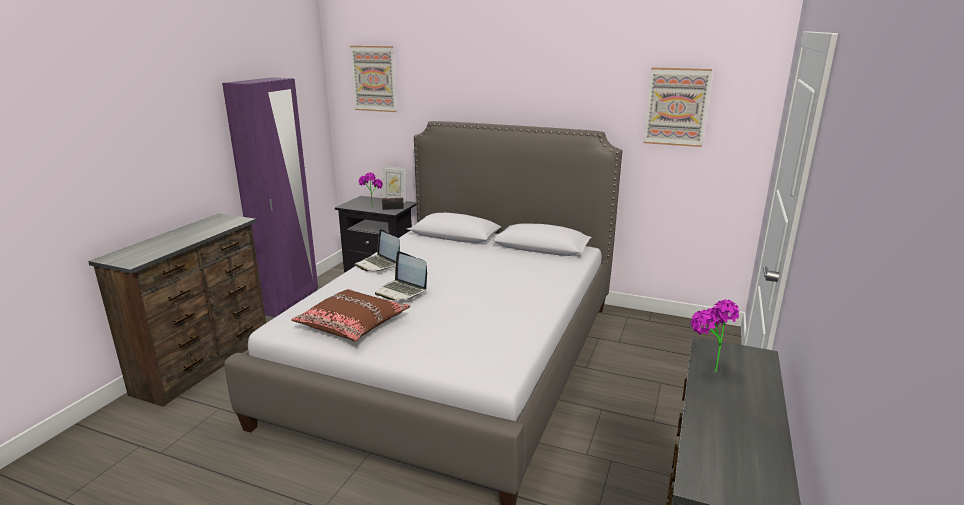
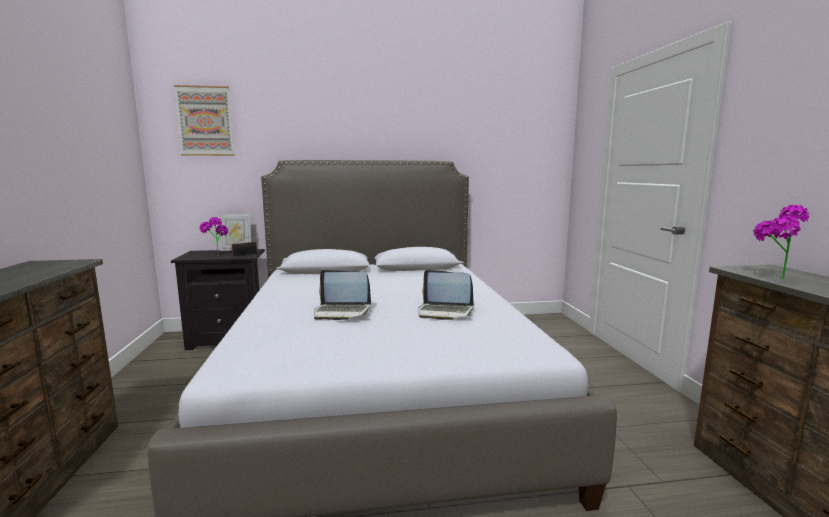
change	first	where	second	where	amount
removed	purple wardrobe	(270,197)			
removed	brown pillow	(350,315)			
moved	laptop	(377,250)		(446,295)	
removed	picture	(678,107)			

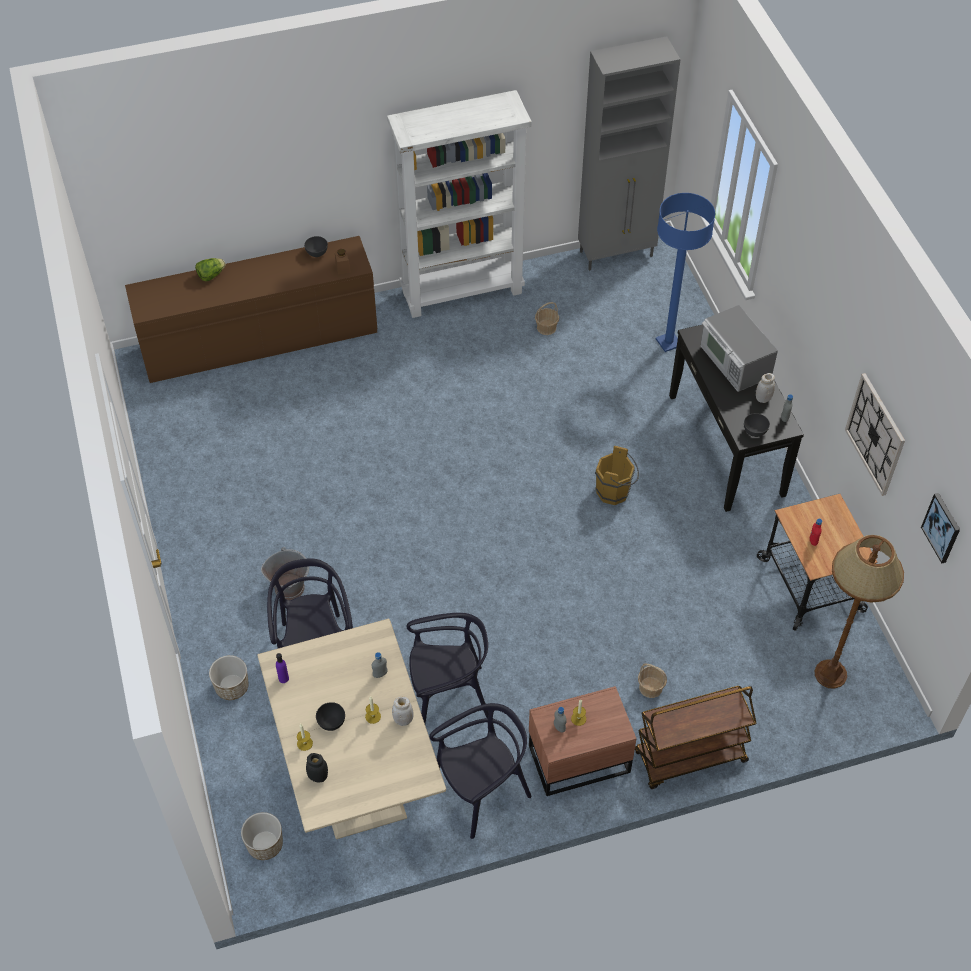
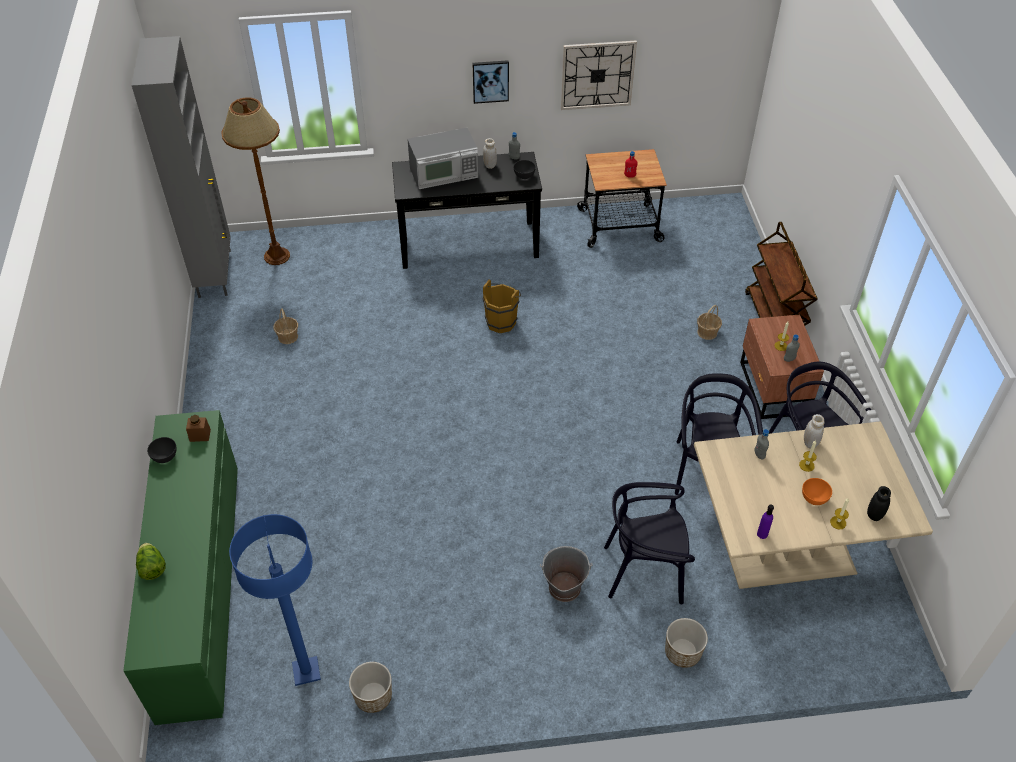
change	first	where	second	where	amount
recoloured	brown dresser	(251,309)	green dresser	(180,567)	
moved	planter	(262,836)		(370,687)	
recoloured	black bowl	(330,716)	orange bowl	(817,491)	
removed	white bookcase	(459,204)			
moved	blue floor lamp	(685,272)		(275,600)	
moved	brown floor lamp	(859,612)		(255,181)	
moved	picture	(940,528)		(490,82)	

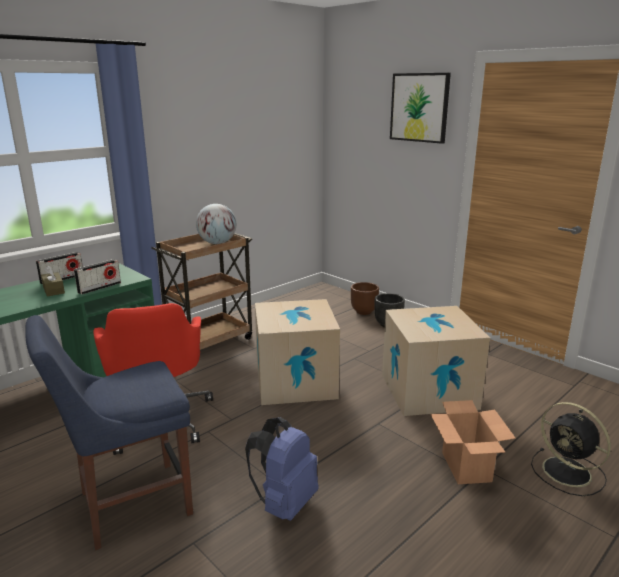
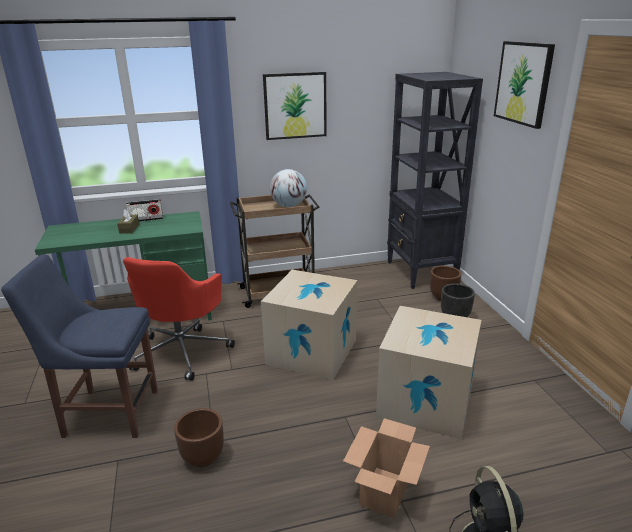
change	first	where	second	where	amount
removed	radio	(97,276)			
replaced	blue backpack	(281,469)	brown planter	(199,437)	
added			picture	(295,106)	
added			black bookcase	(435,180)	

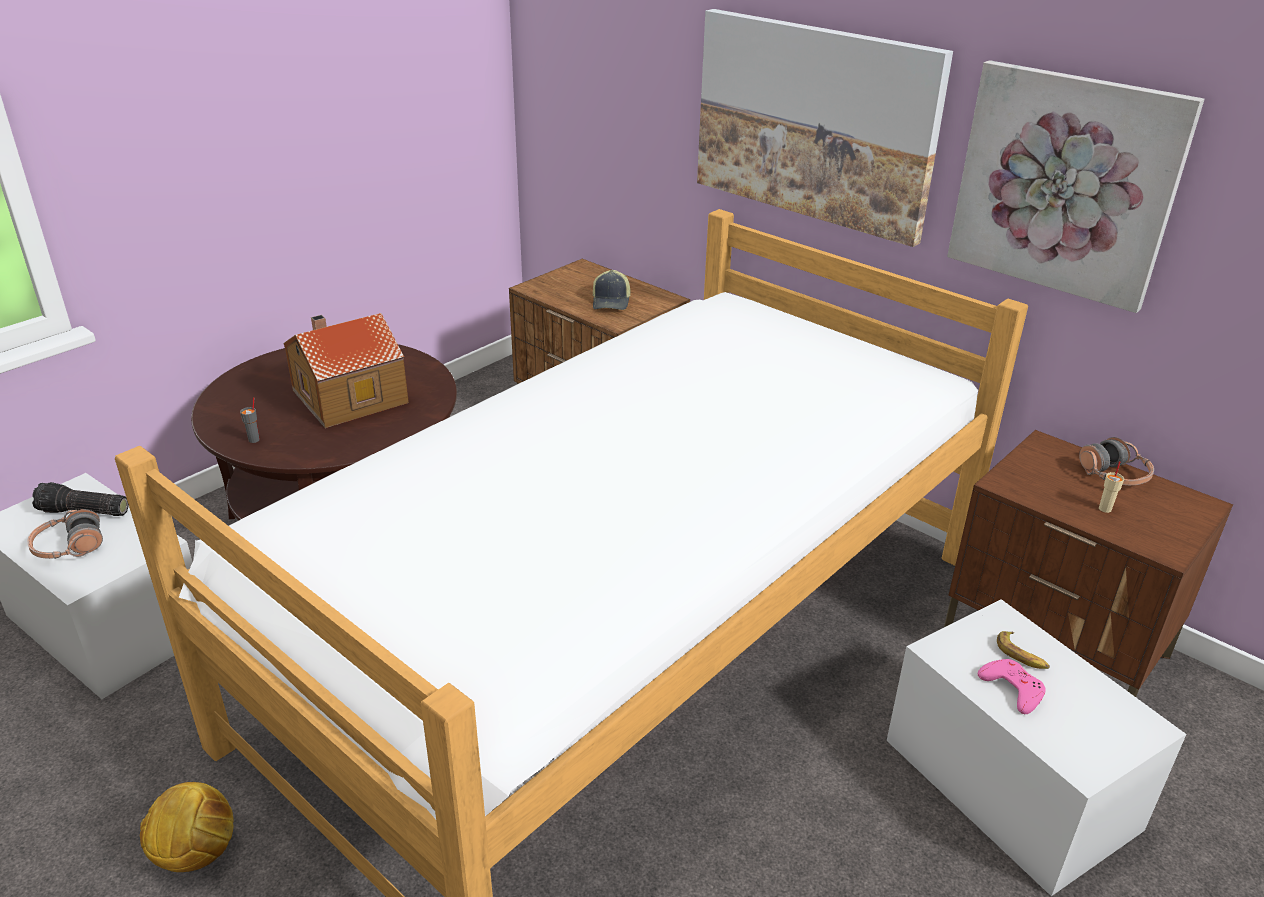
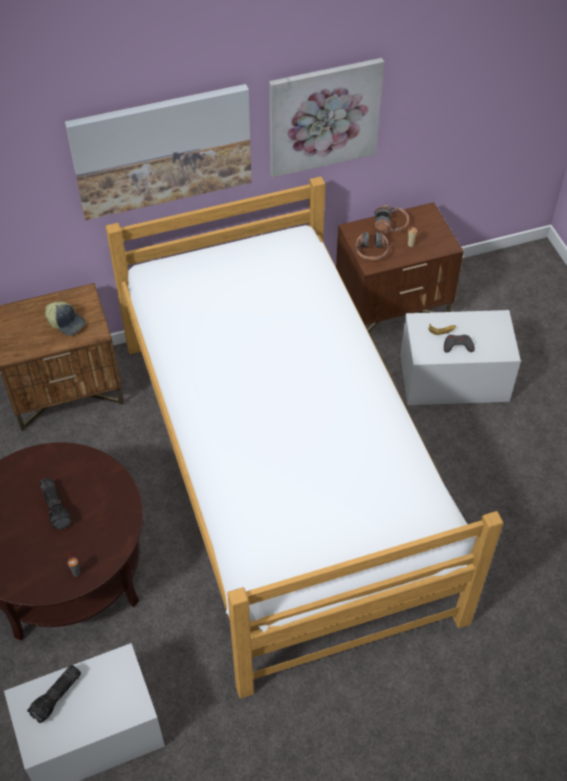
change	first	where	second	where	amount
moved	headphones	(65,534)		(372,246)	
removed	football	(187,827)			
replaced	toy house	(346,370)	flashlight	(55,504)	
recoloured	pink game controller	(1012,686)	grey game controller	(459,344)	

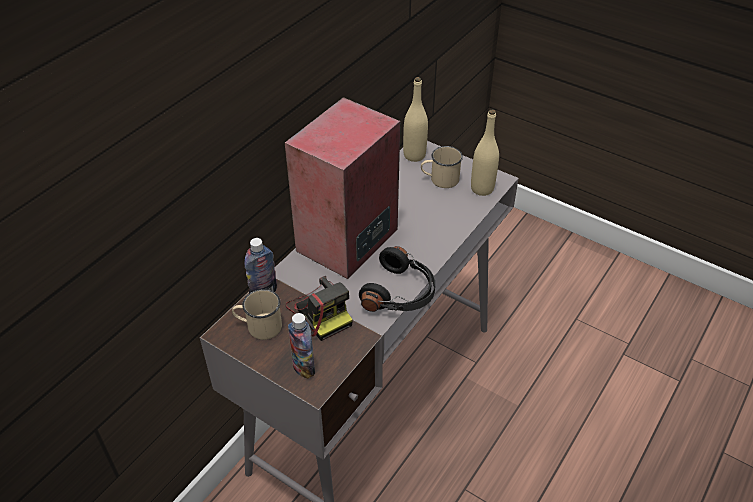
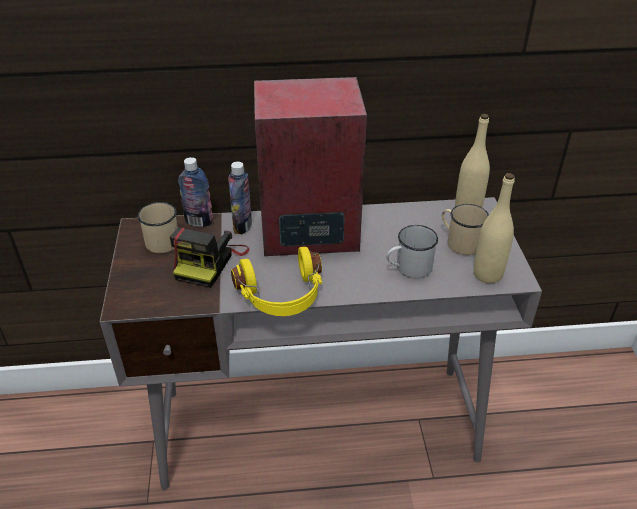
change	first	where	second	where	amount
moved	bottle	(301,346)		(240,198)	
recoloured	black headphones	(397,279)	yellow headphones	(276,281)	
added			white mug	(412,251)	

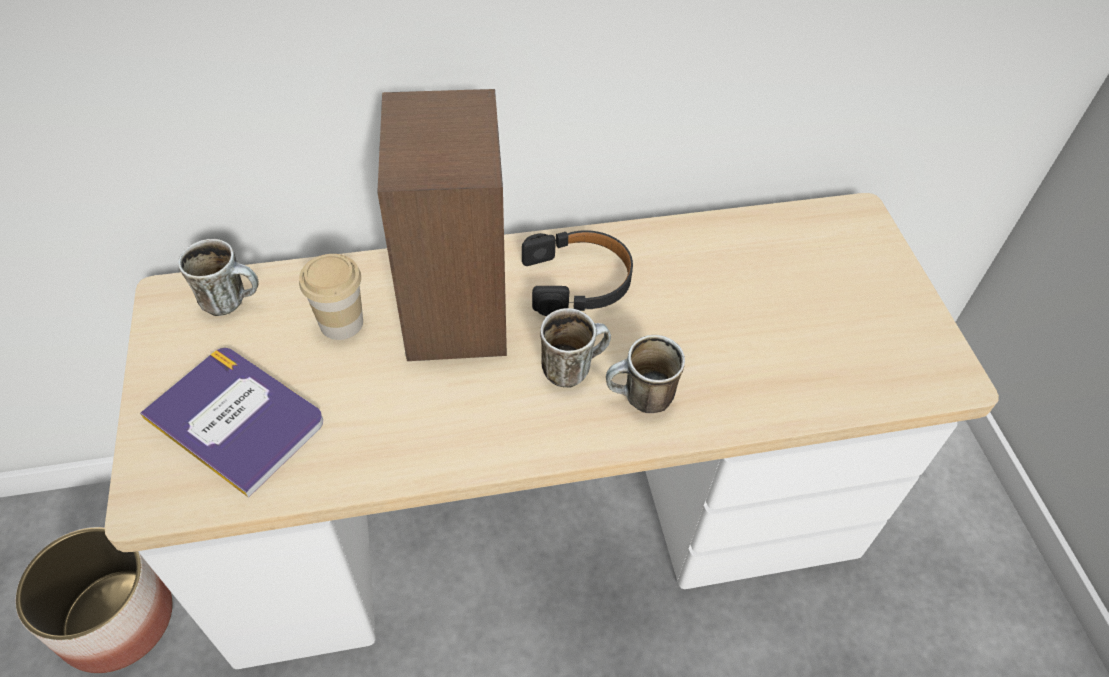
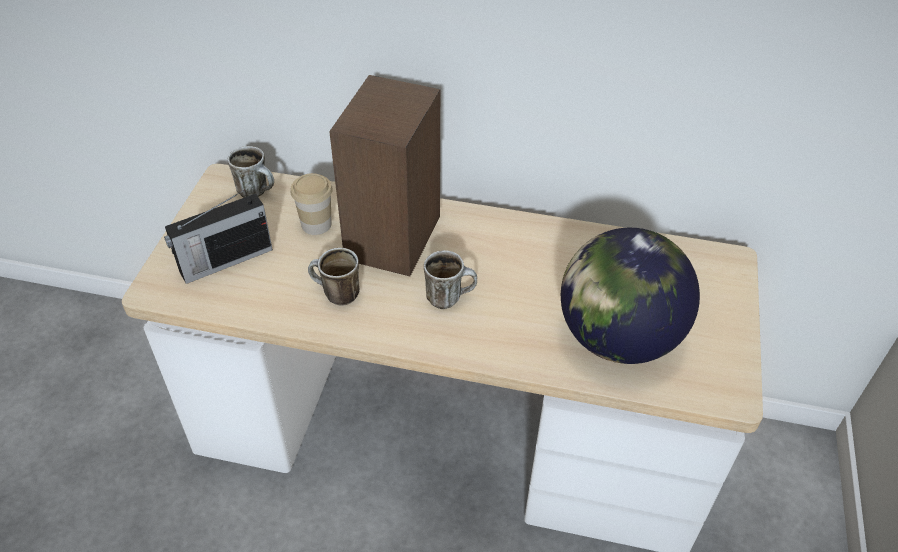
change	first	where	second	where	amount
removed	planter	(93,600)			
replaced	book	(231,423)	radio	(218,237)	
removed	black headphones	(577,273)			
moved	mug	(645,374)		(334,277)	
added			globe	(630,296)	

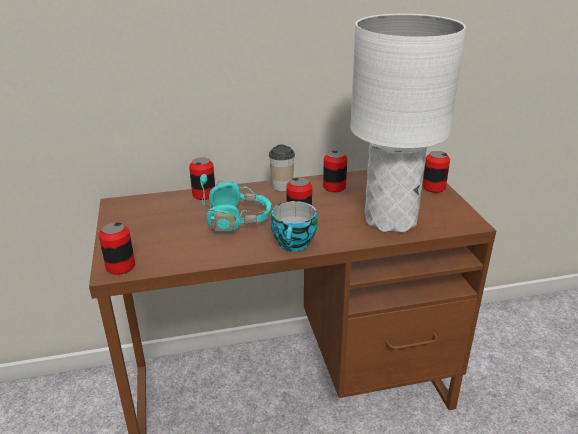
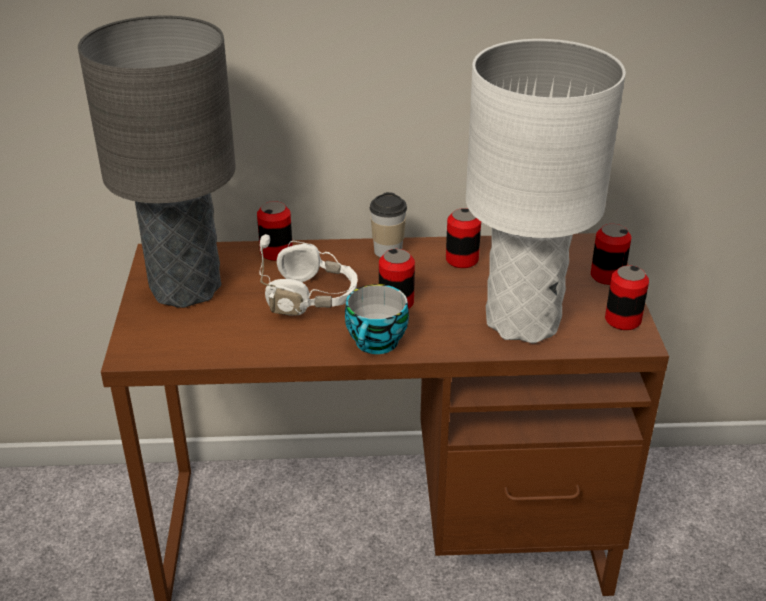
change	first	where	second	where	amount
moved	can	(117,248)		(627,297)	
recoloured	turquoise headphones	(235,203)	white headphones	(308,275)	
added			grey table lamp	(157,161)	

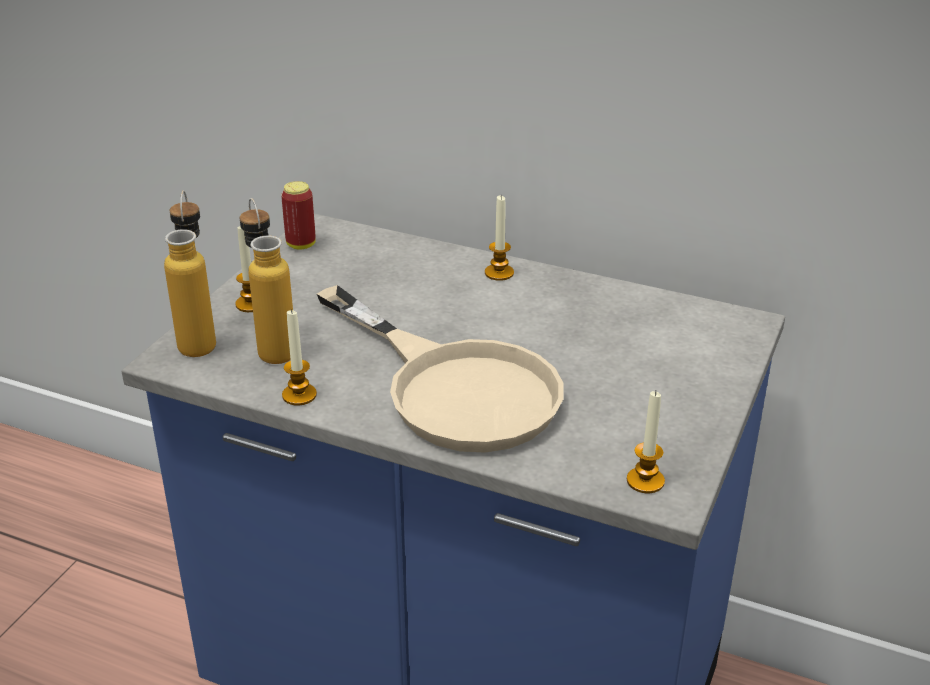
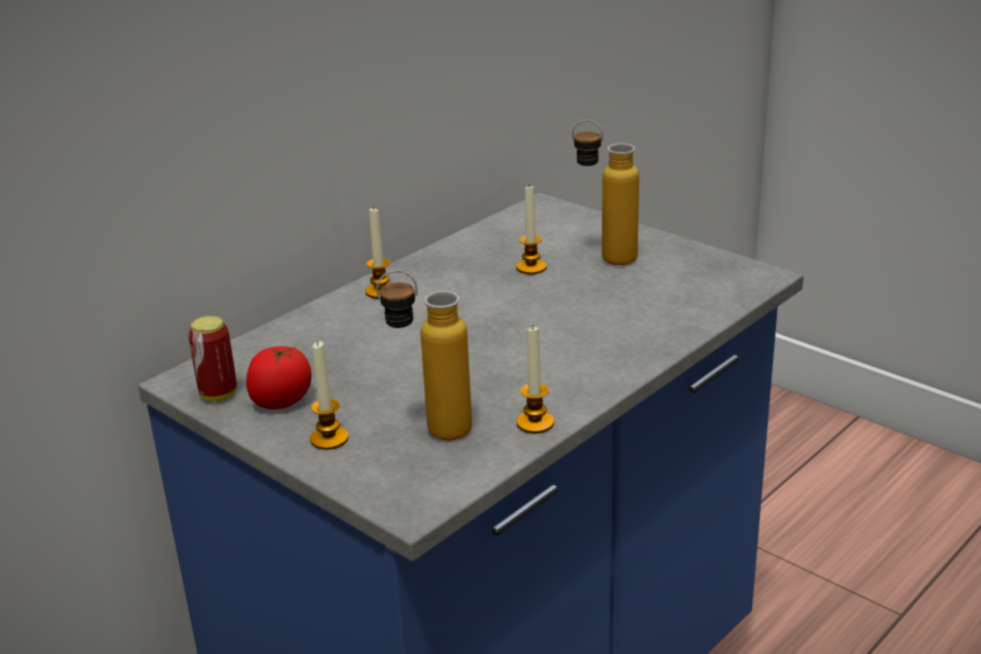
change	first	where	second	where	amount
moved	bottle	(190,274)		(605,192)	
removed	beige frying pan	(440,369)			
moved	candle	(646,442)		(531,229)	
added			tomato	(279,377)	

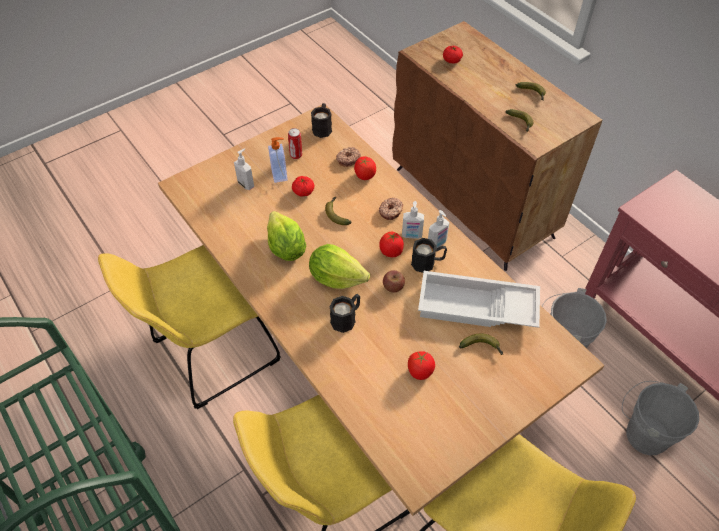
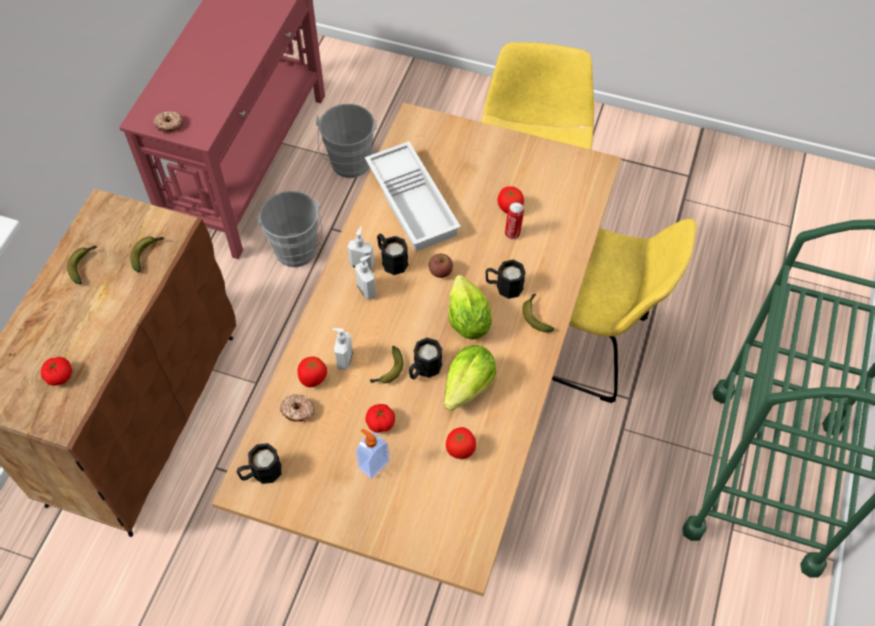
change	first	where	second	where	amount
removed	yellow chair	(189,327)			
moved	soap dispenser	(244,169)		(342,349)	
moved	can	(295,143)		(514,220)	
moved	donut	(391,208)		(168,122)	
moved	tomato	(391,244)		(461,443)	
moved	banana	(481,344)		(538,313)	
added			black mug	(425,359)	

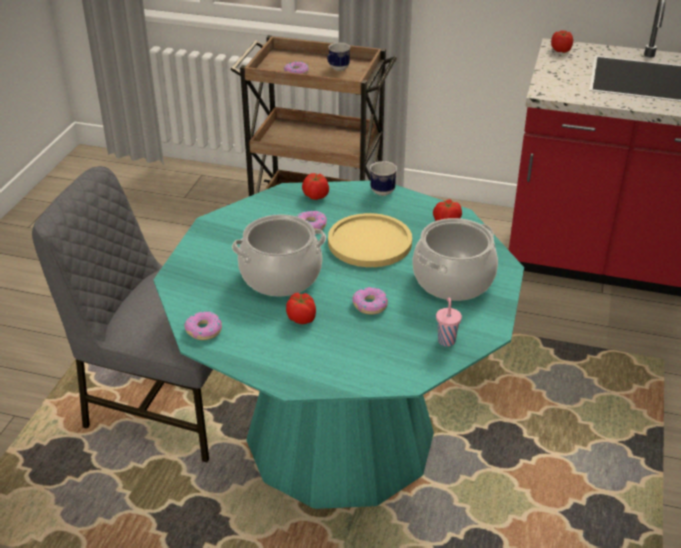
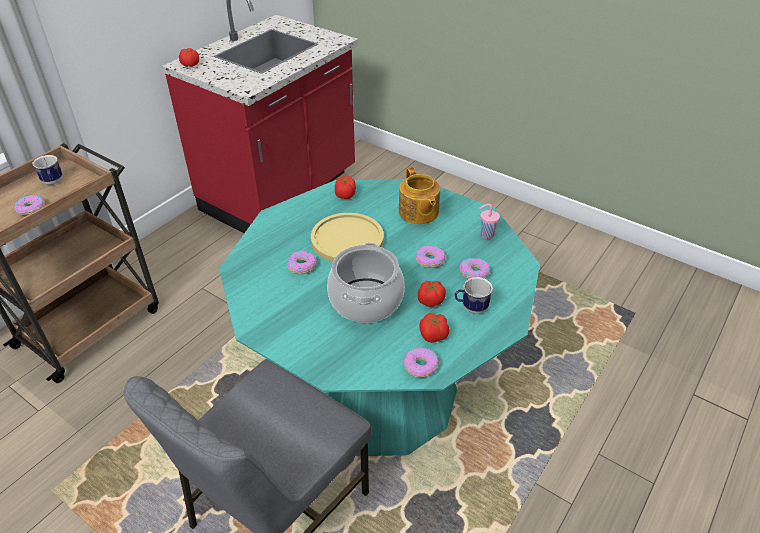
change	first	where	second	where	amount
moved	tomato	(315,186)		(435,328)	
moved	mug	(383,178)		(474,295)	
replaced	cooking pot	(455,259)	teapot	(419,195)	
added			donut	(474,268)	

